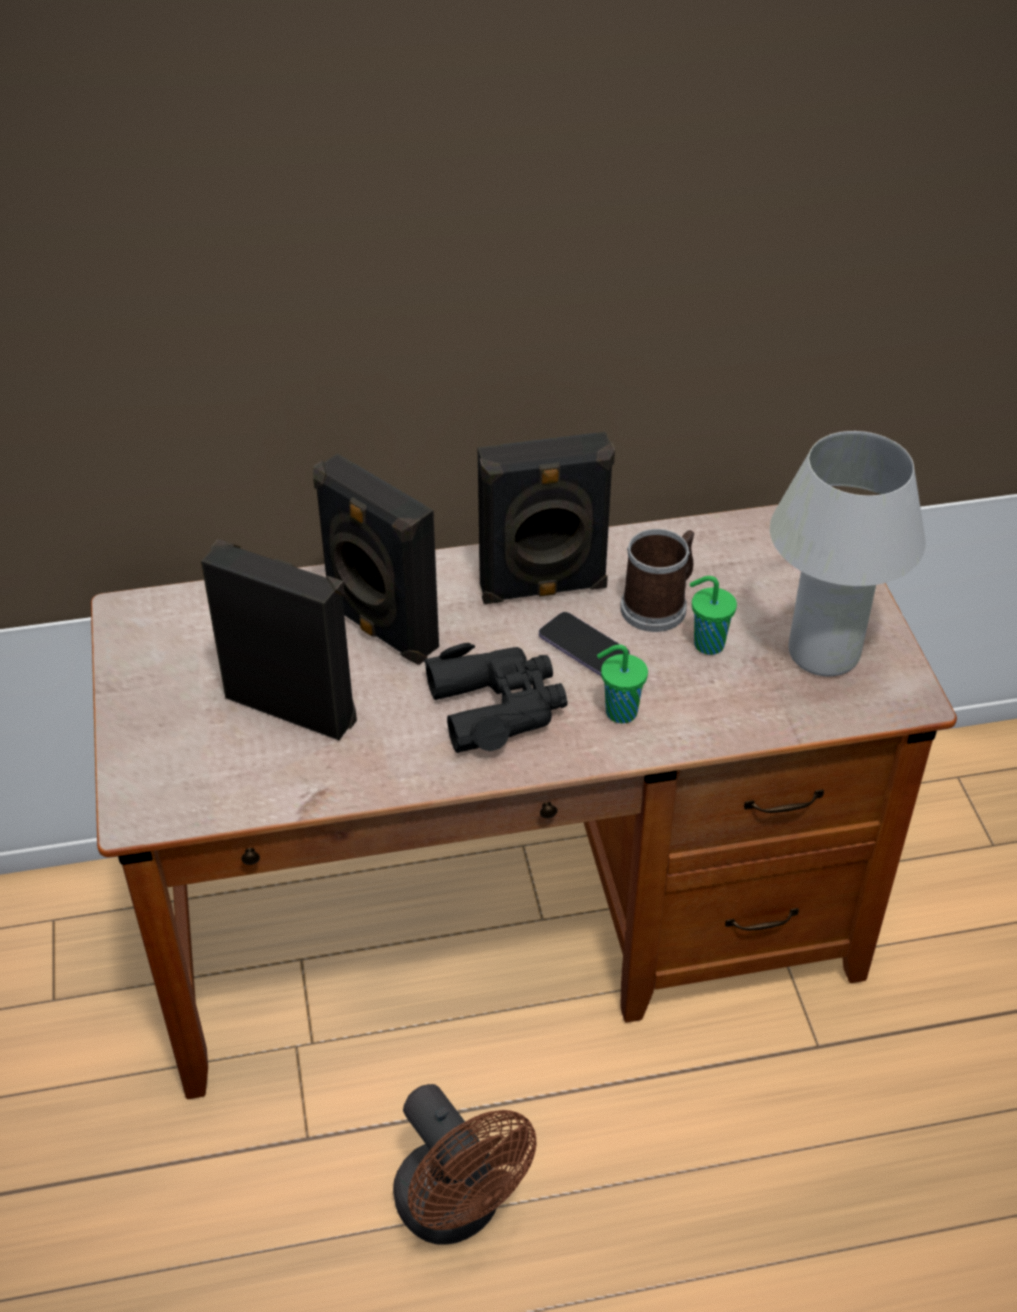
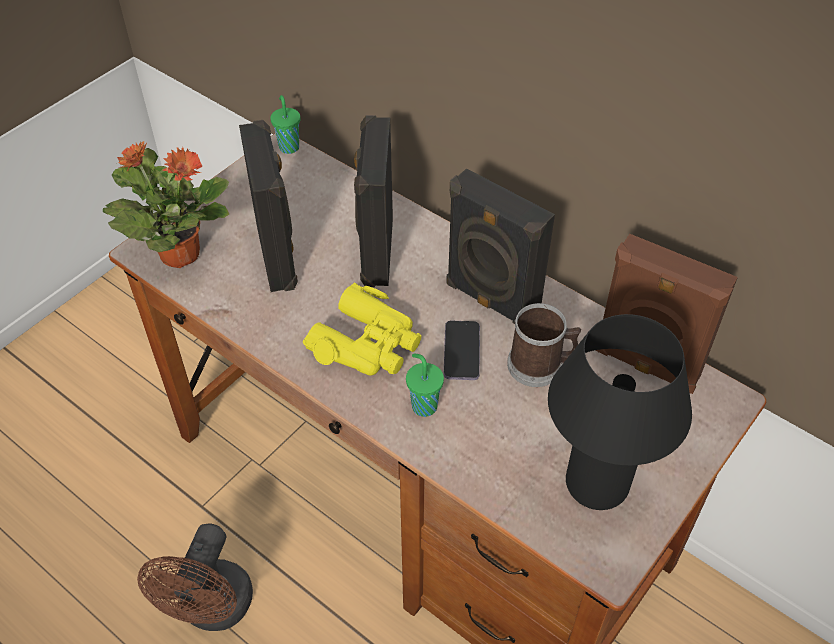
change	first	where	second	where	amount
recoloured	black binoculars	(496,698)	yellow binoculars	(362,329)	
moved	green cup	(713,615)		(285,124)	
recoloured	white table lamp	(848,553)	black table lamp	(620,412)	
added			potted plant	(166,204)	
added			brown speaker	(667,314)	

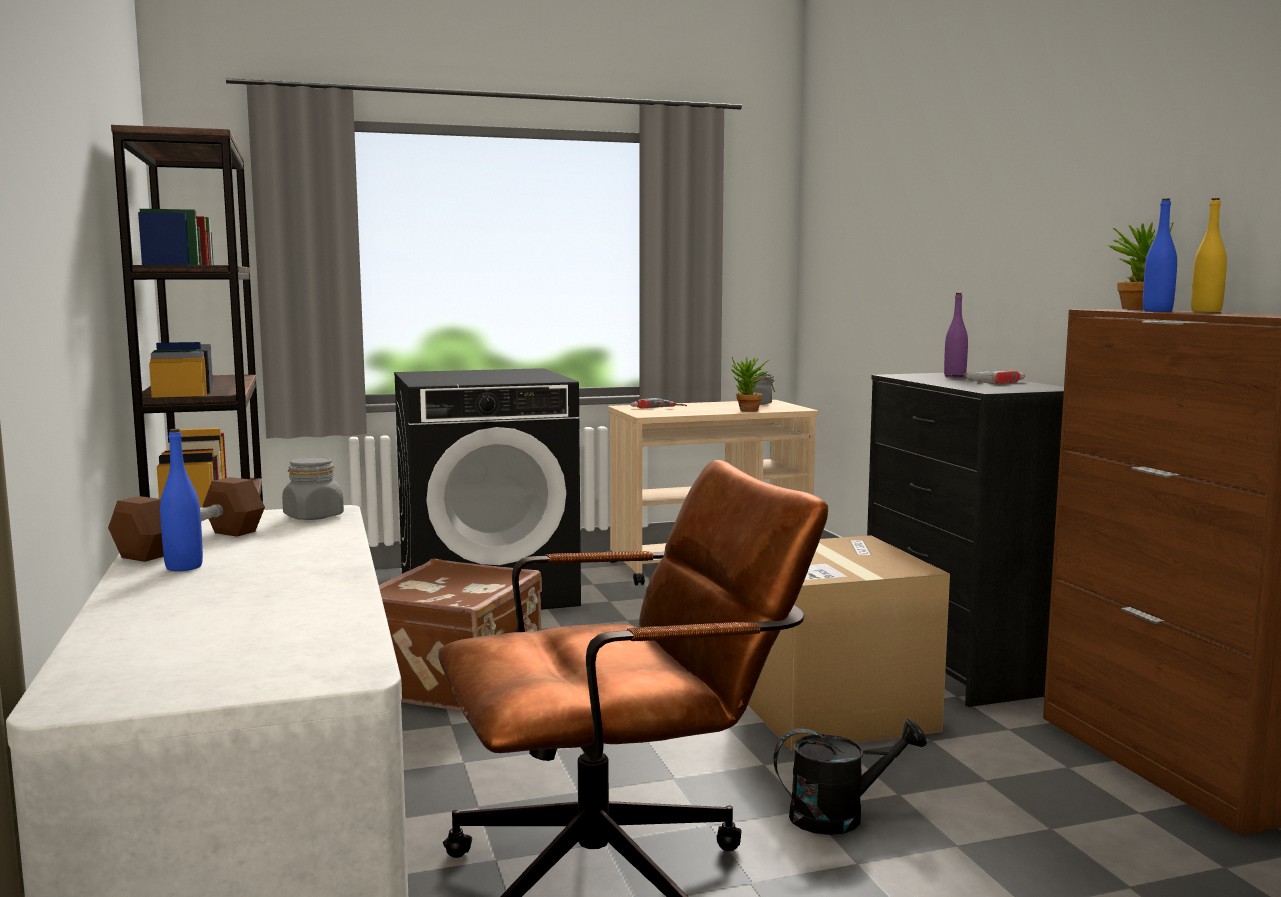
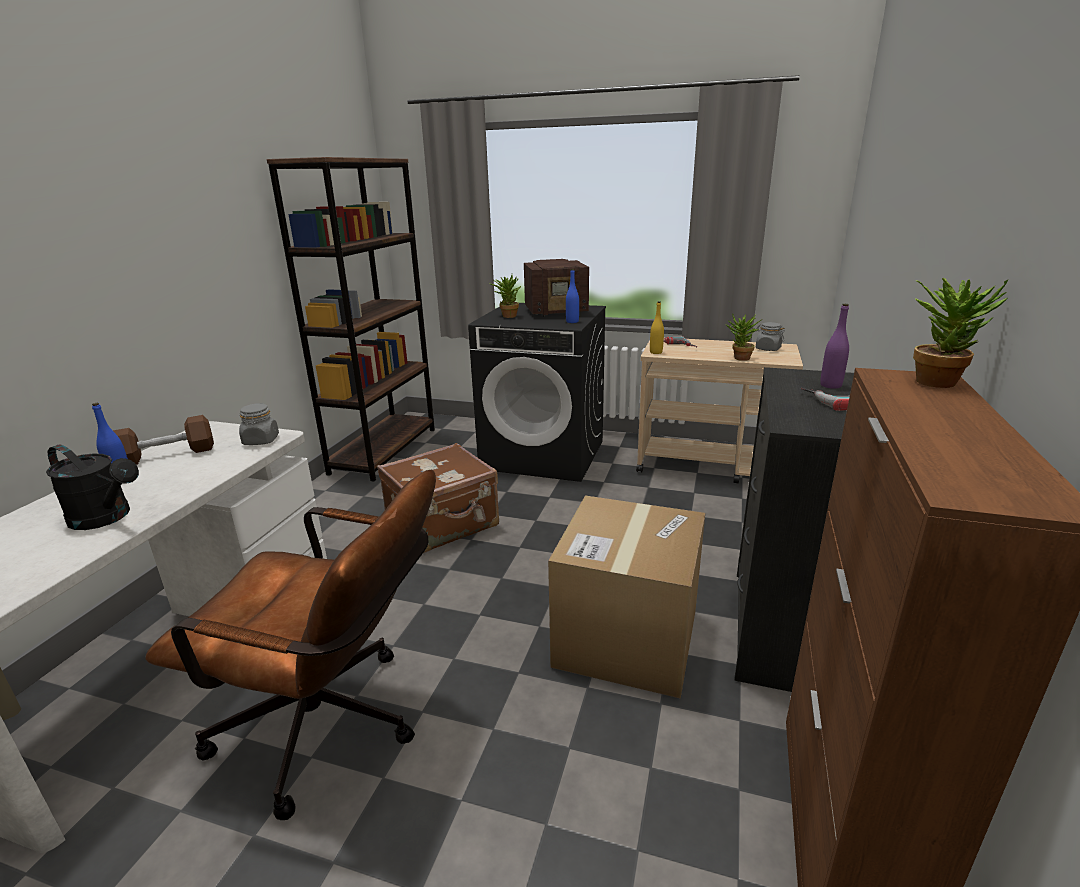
change	first	where	second	where	amount
moved	black watering can	(850,777)		(92,487)	
moved	blue bottle	(1160,255)		(572,296)	
moved	yellow bottle	(1209,255)		(657,327)	
added			potted plant	(505,296)	
added			radio	(556,288)	

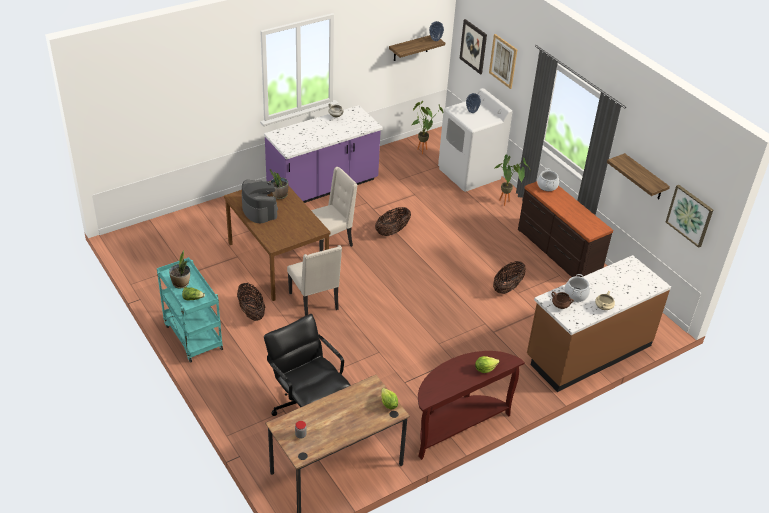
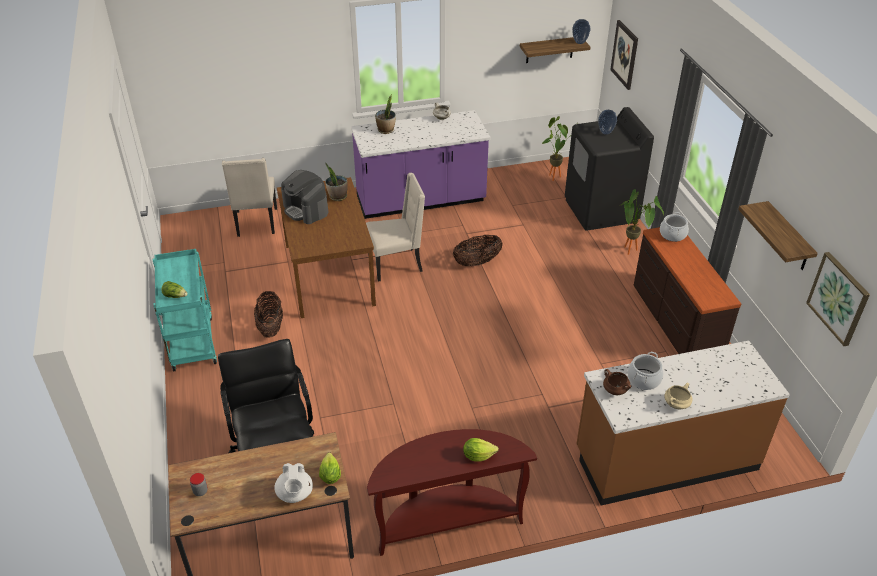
change	first	where	second	where	amount
moved	potted plant	(179,269)		(385,114)	
turned	coffee machine	(260,201)		(304,197)	150 degrees clockwise
moved	beige chair	(314,280)		(249,197)	
recoloured	white washing machine	(475,140)	black washing machine	(609,169)	
removed	picture	(503,61)			
removed	basket	(509,277)			
added			white teapot	(293,483)	

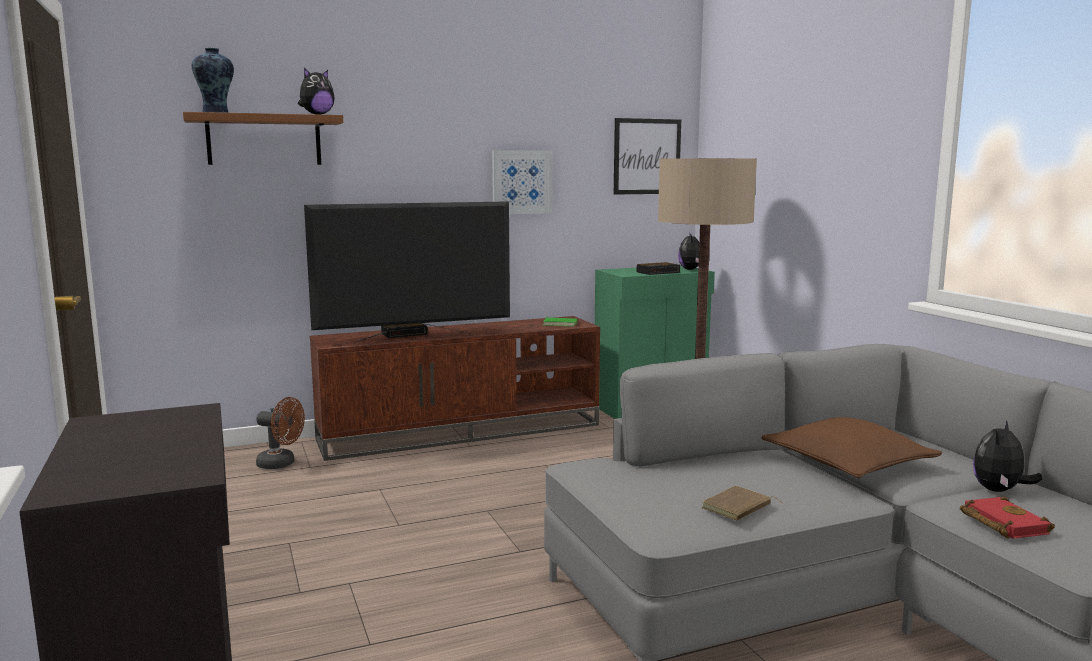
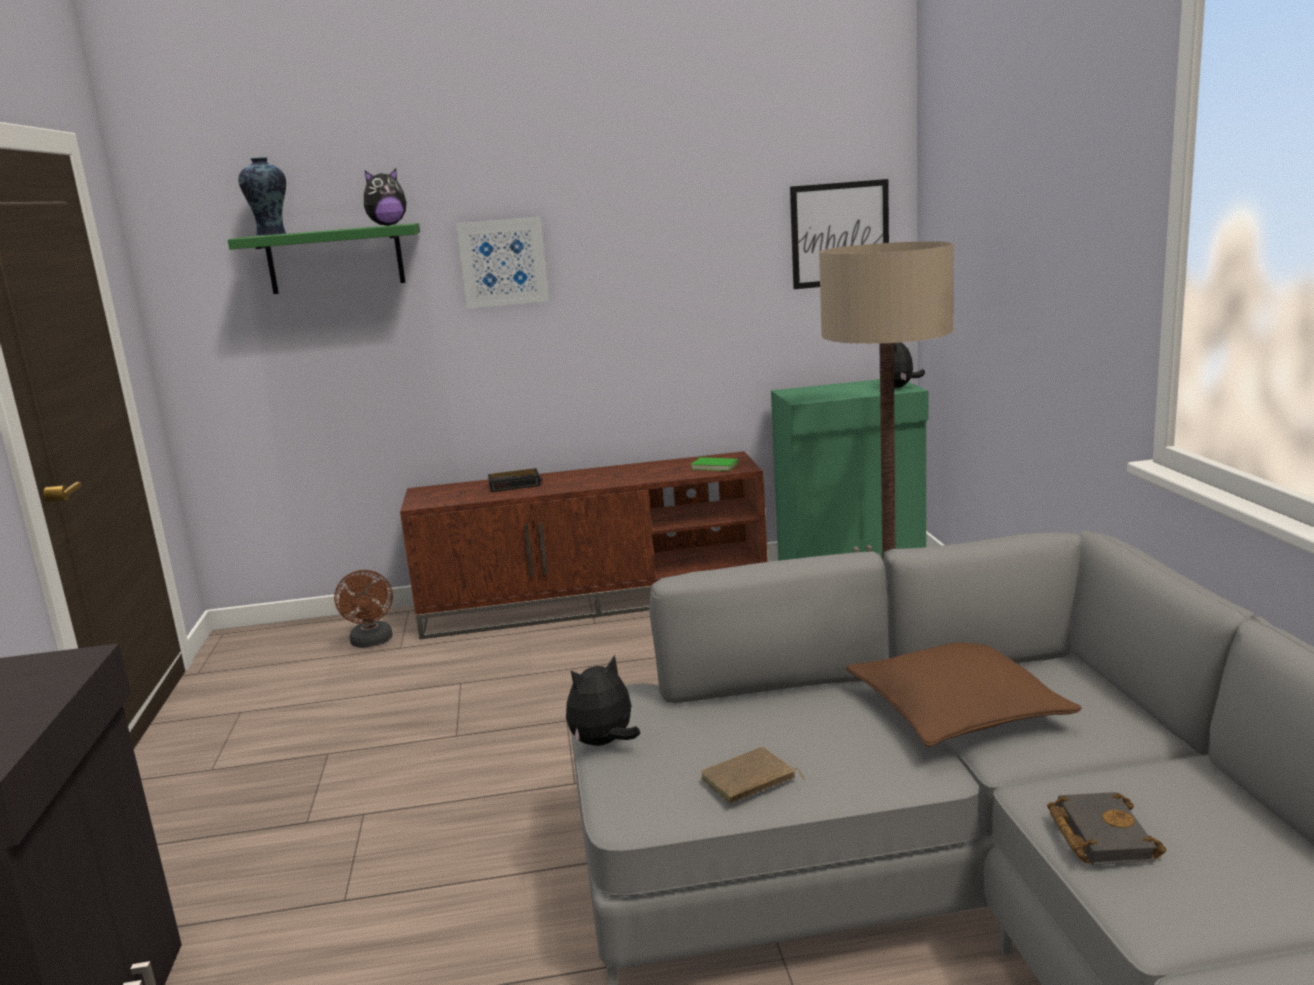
change	first	where	second	where	amount
recoloured	brown shelf	(263,138)	green shelf	(324,258)	
turned	brown fan	(280,433)		(363,608)	45 degrees clockwise
removed	television	(407,272)			
moved	picture	(522,182)		(502,262)	
removed	alarm clock	(658,268)			
recoloured	red book	(1007,517)	black book	(1106,828)	
moved	plush toy	(1007,456)		(603,700)	

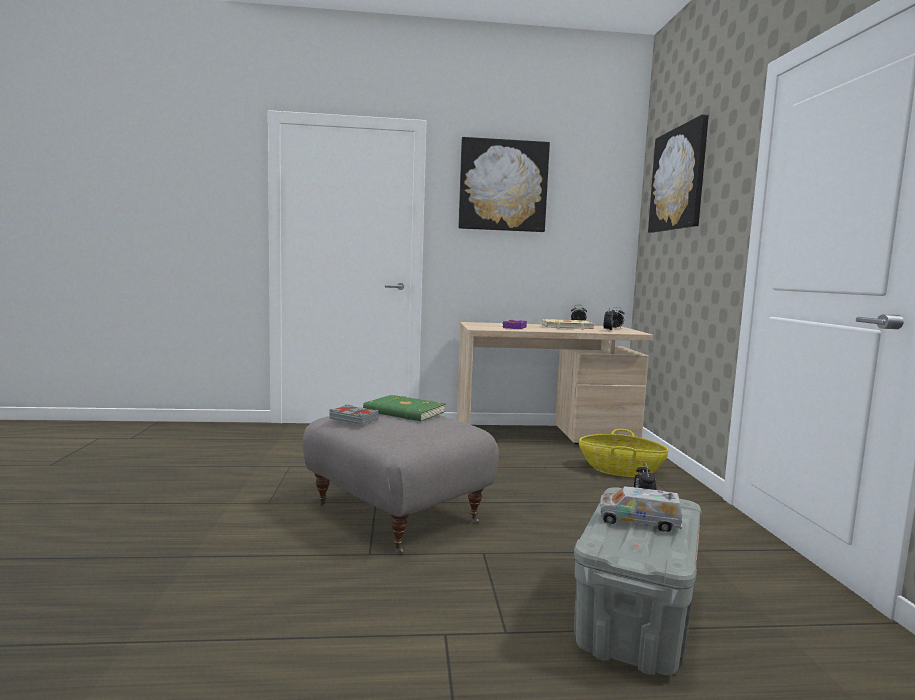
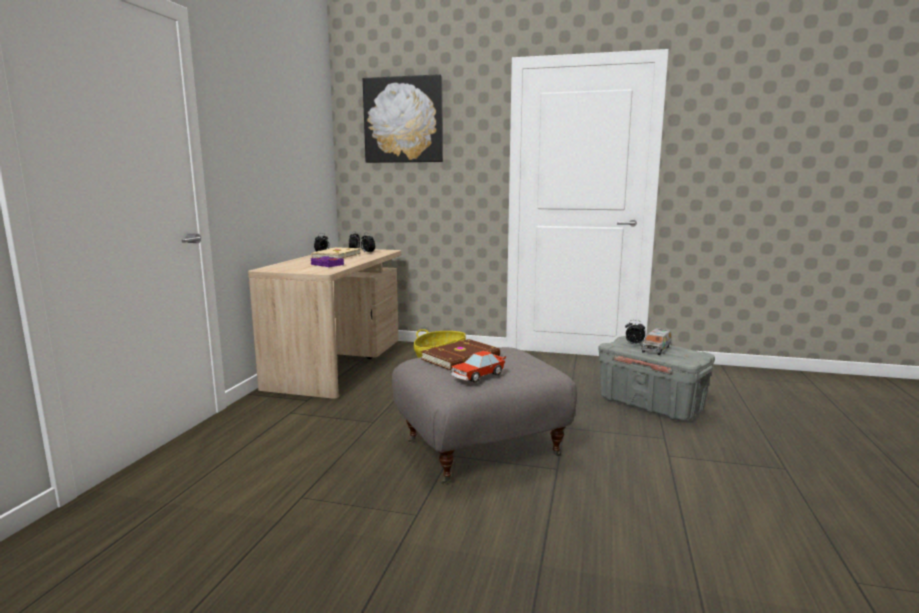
change	first	where	second	where	amount
replaced	grey book	(354,414)	toy car	(478,367)	
recoloured	green book	(404,408)	brown book	(460,354)	
removed	picture	(504,184)			

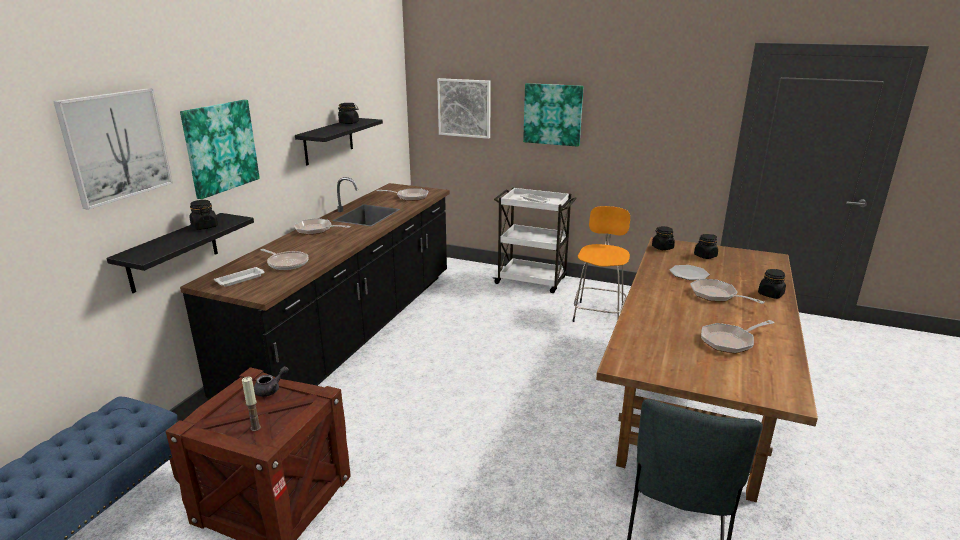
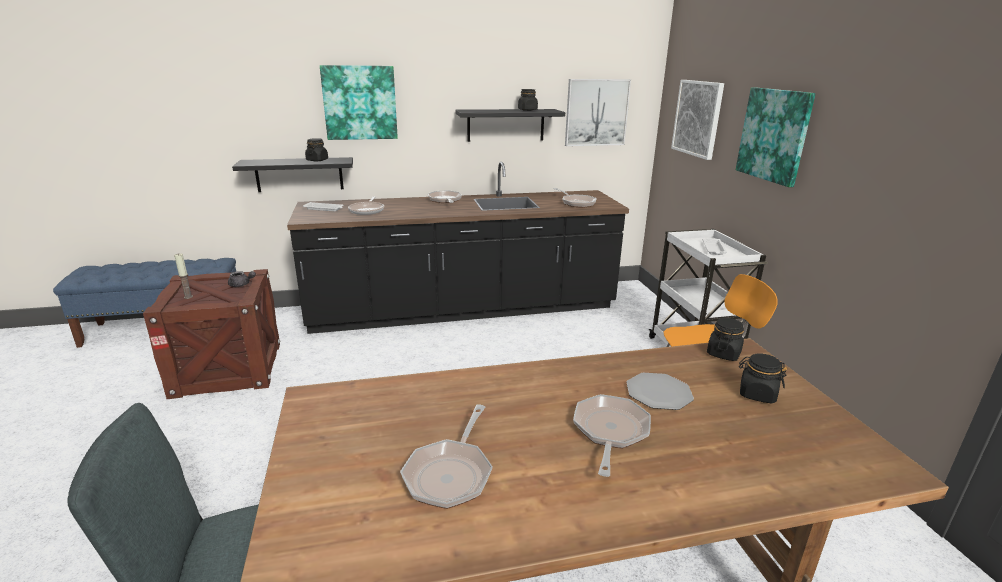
change	first	where	second	where	amount
moved	picture	(113,149)		(598,112)	
turned	frying pan	(737,337)		(446,456)	105 degrees counterclockwise
removed	black jar	(772,284)			

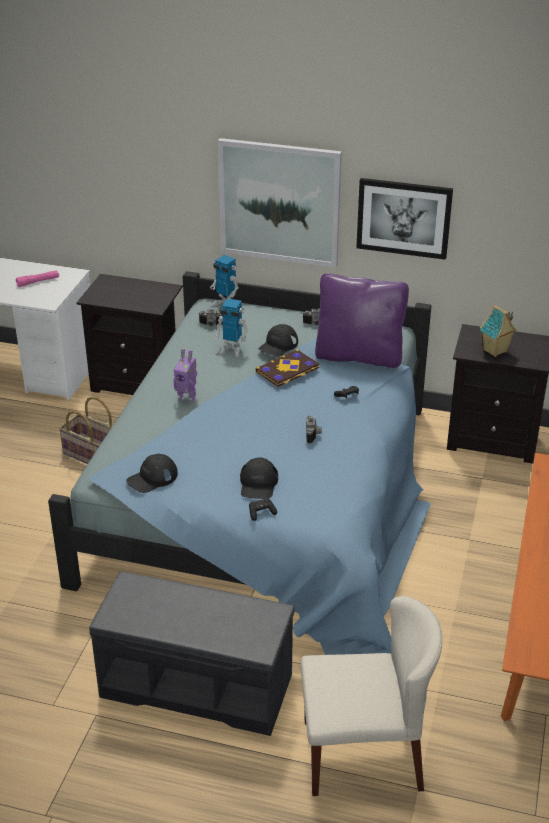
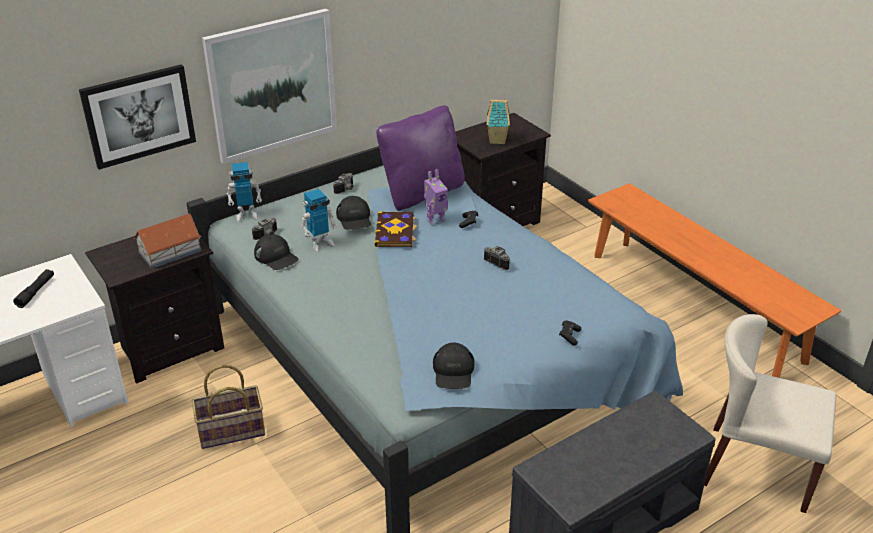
change	first	where	second	where	amount
recoloured	pink flashlight	(37,278)	black flashlight	(33,288)	
moved	toy robot	(185,375)		(436,196)	
moved	black cap	(259,478)		(276,252)	
turned	beige chair	(371,696)		(770,413)	105 degrees counterclockwise
moved	picture	(404,219)		(137,117)	
added			toy house	(167,241)	

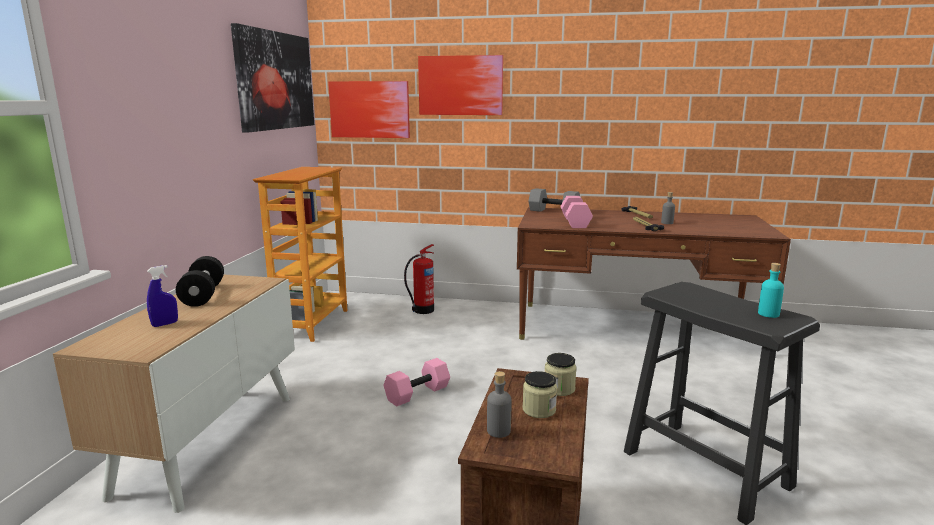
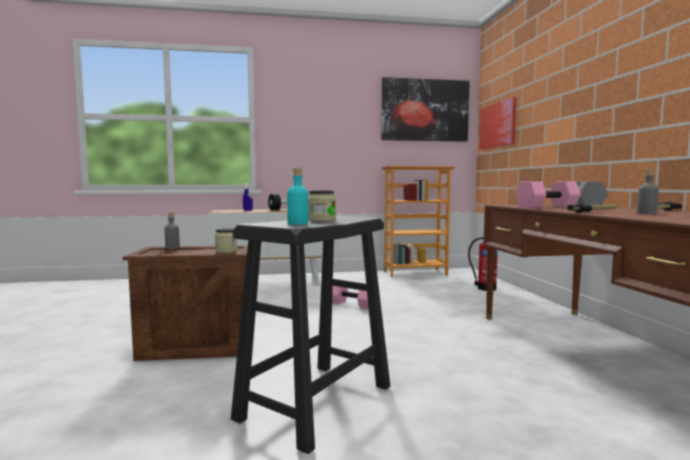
change	first	where	second	where	amount
removed	picture	(460,85)			
moved	jar	(540,394)		(322,206)	

